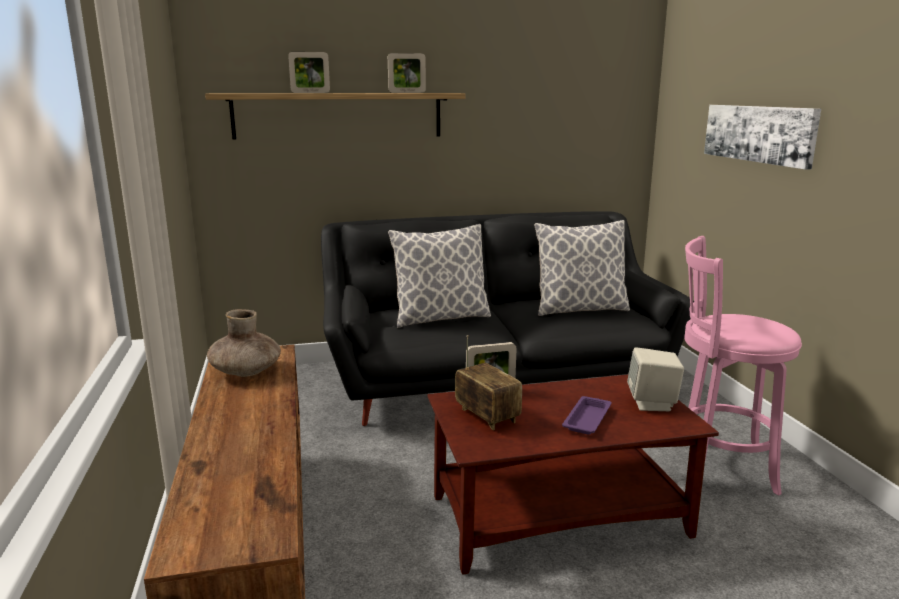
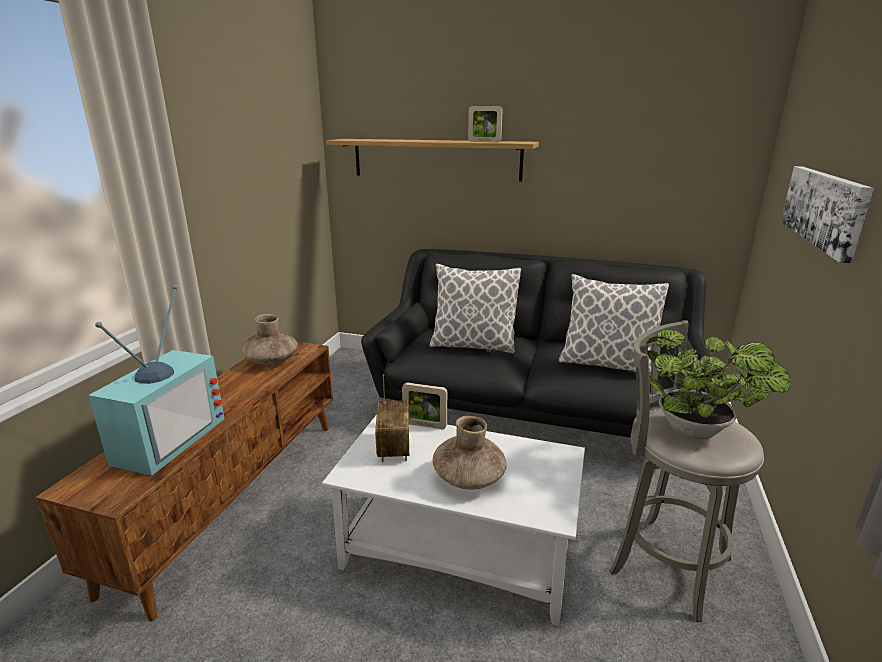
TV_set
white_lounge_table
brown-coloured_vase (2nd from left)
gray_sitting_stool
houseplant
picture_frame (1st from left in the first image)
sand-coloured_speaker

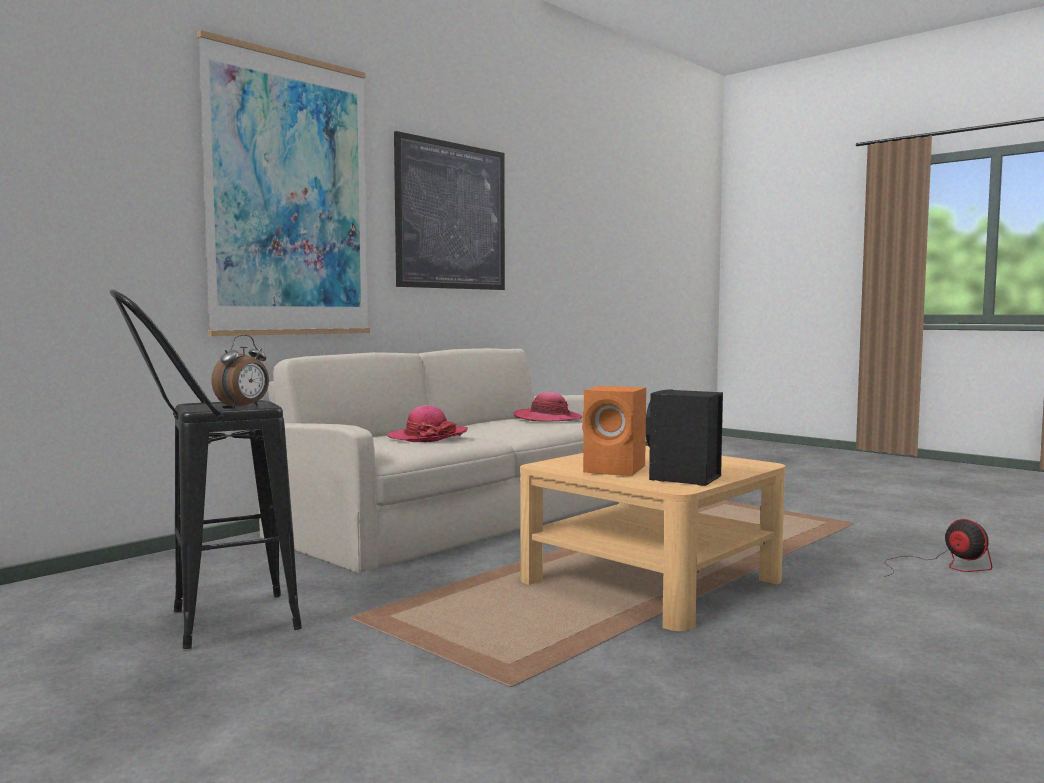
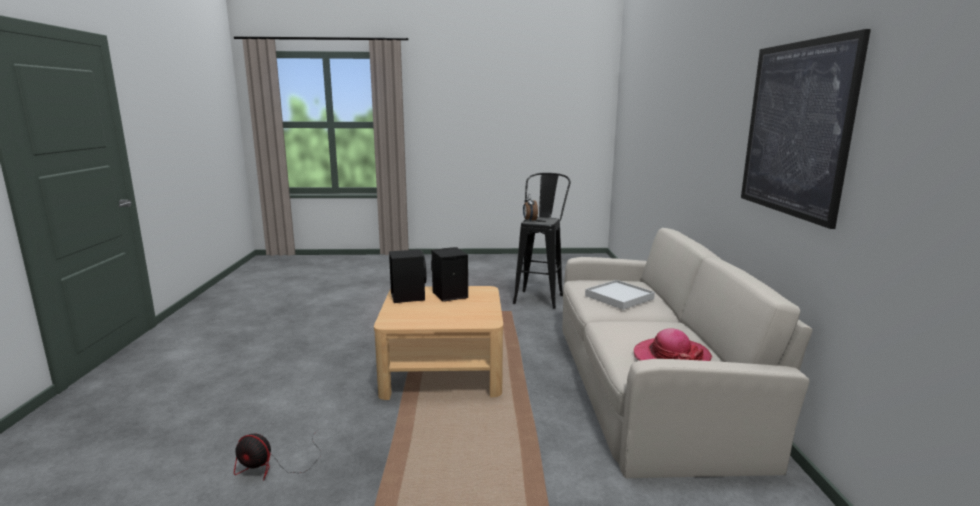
blackish_speaker (2nd from left)
white_tray
wall_art (1st from left in the first image)

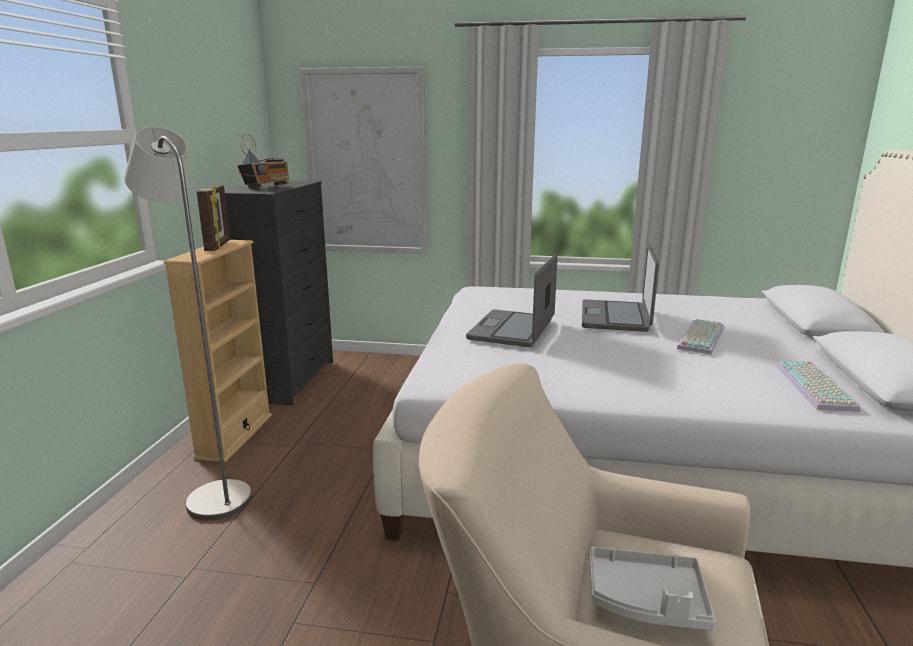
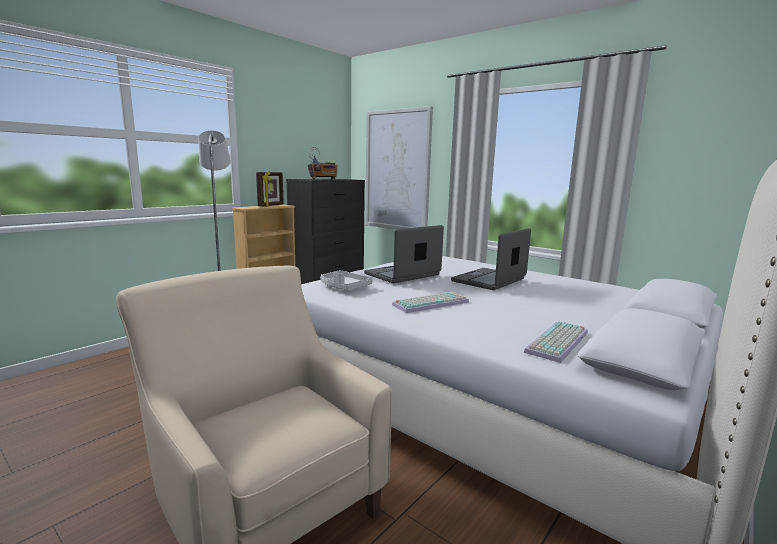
gray_tray
keyboard (1st from left)

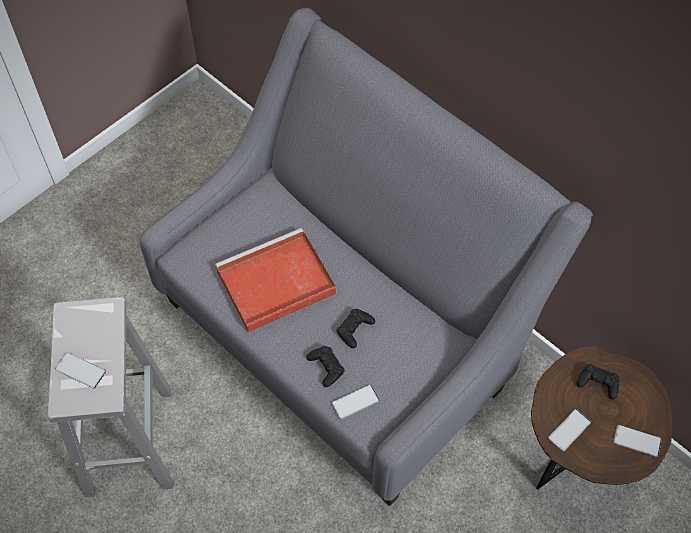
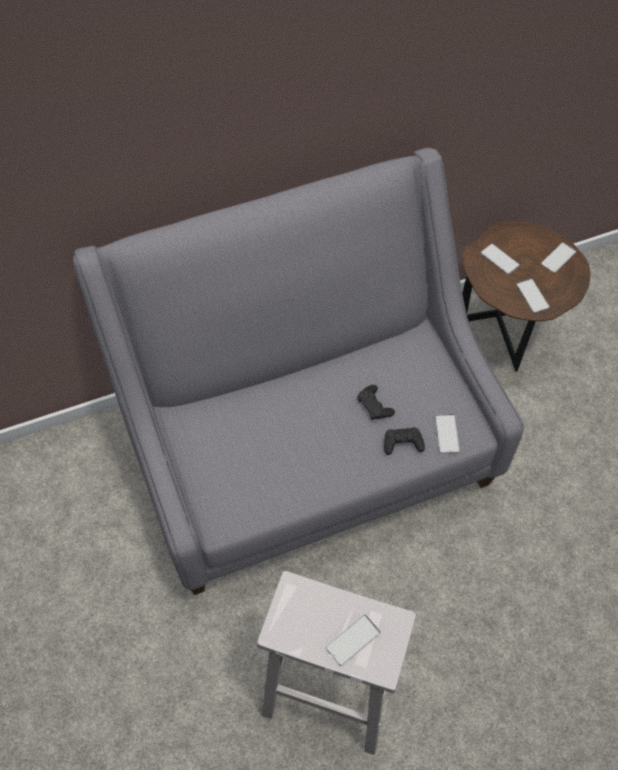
telephone (3rd from left)
red_tray

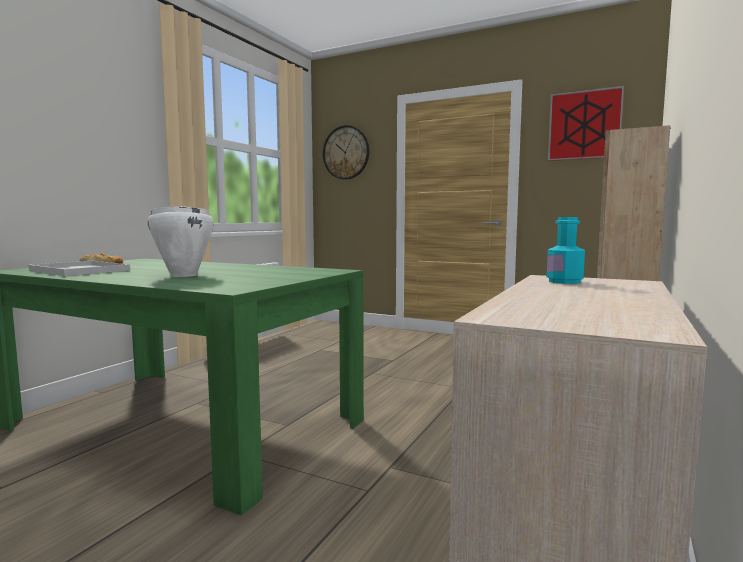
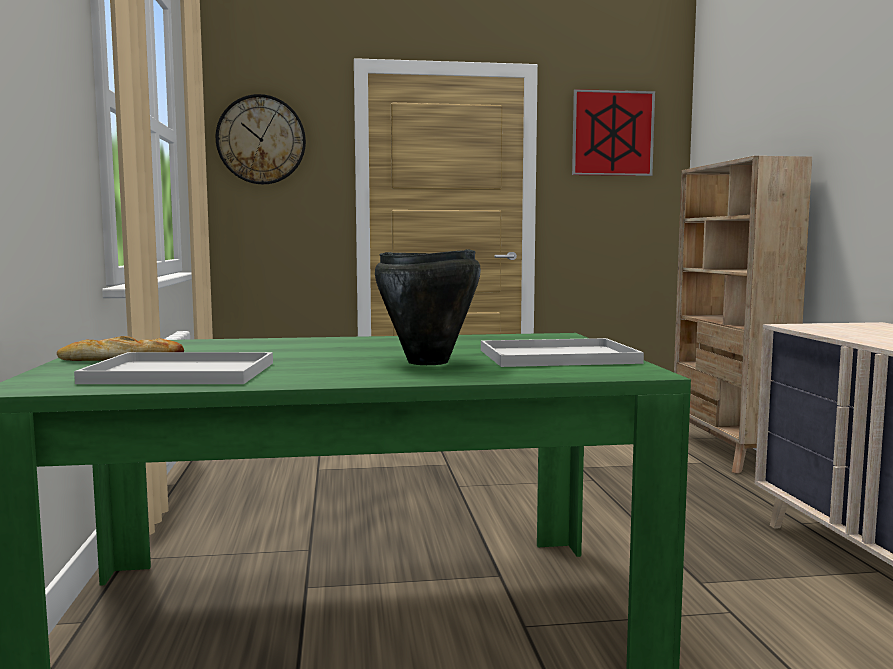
blackish_cooking_pot
white_tray (2nd from left)
blue-green_drink_bottle

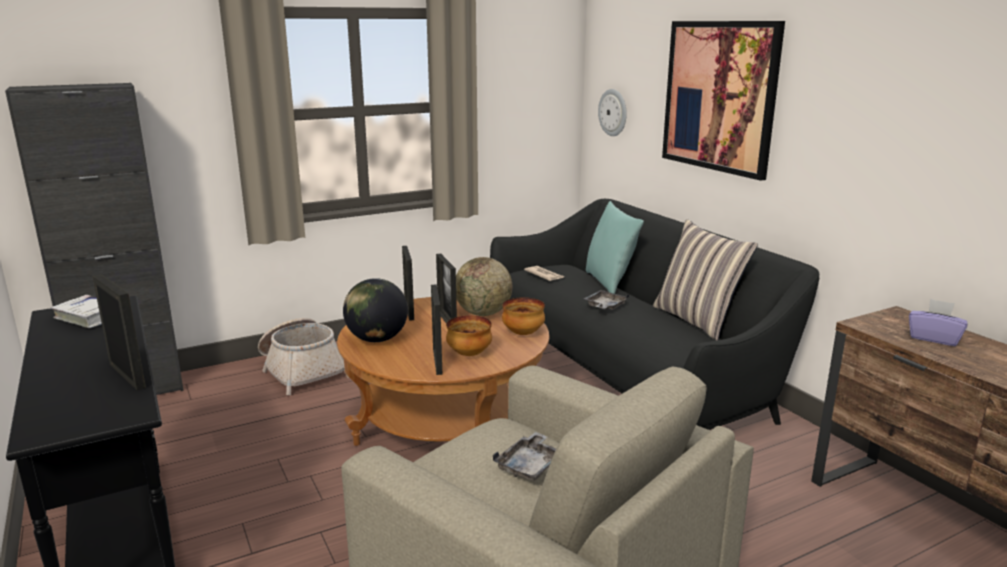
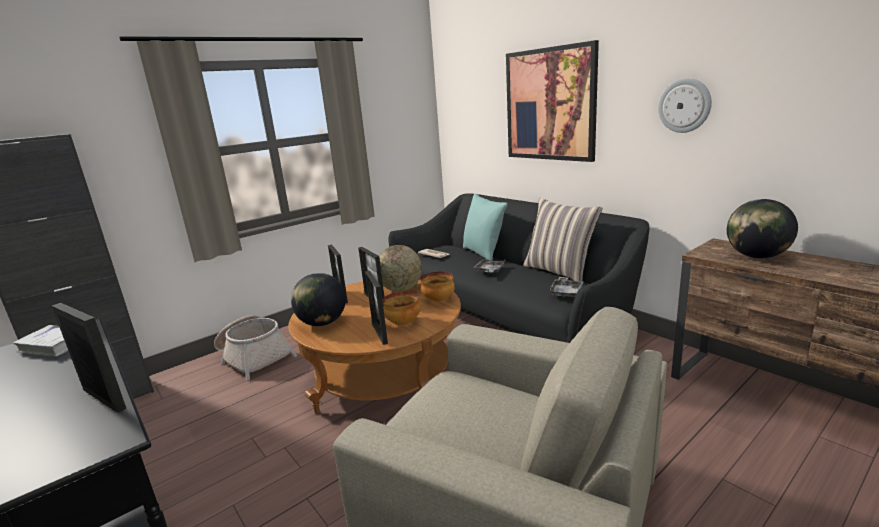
gray_tray (2nd from left)
clock_on_the_wall
desk_globe (3rd from left)

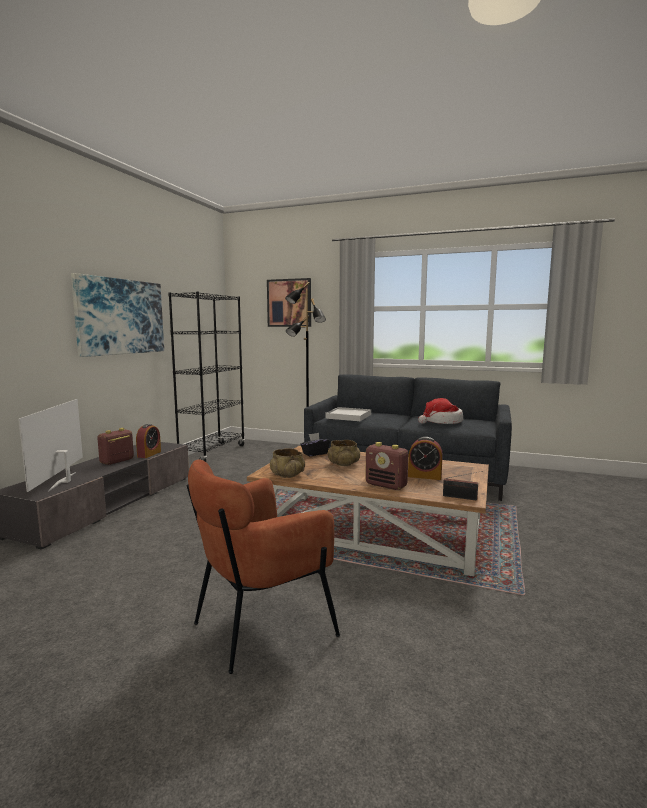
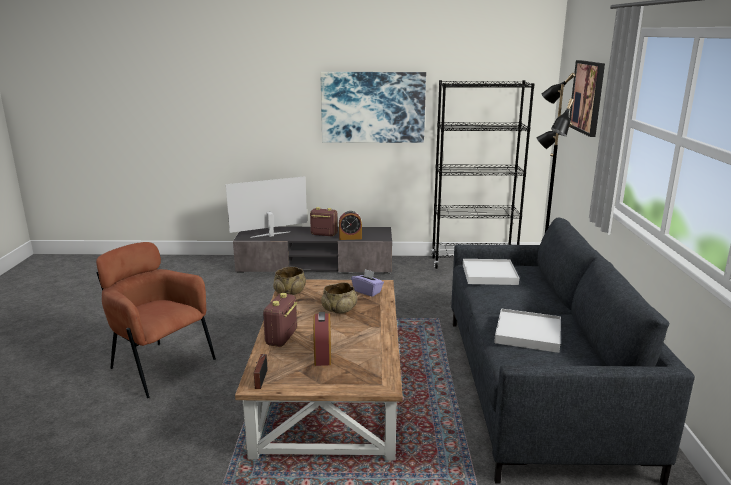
purple_tissue_holder
white_tray (2nd from left)

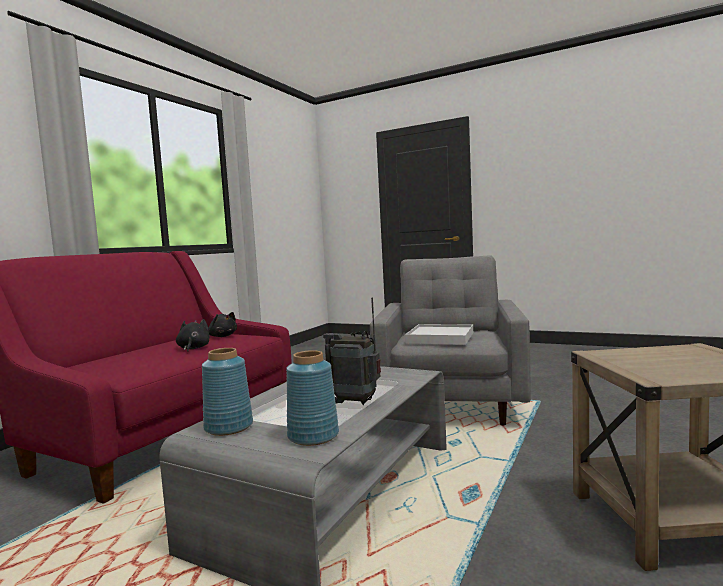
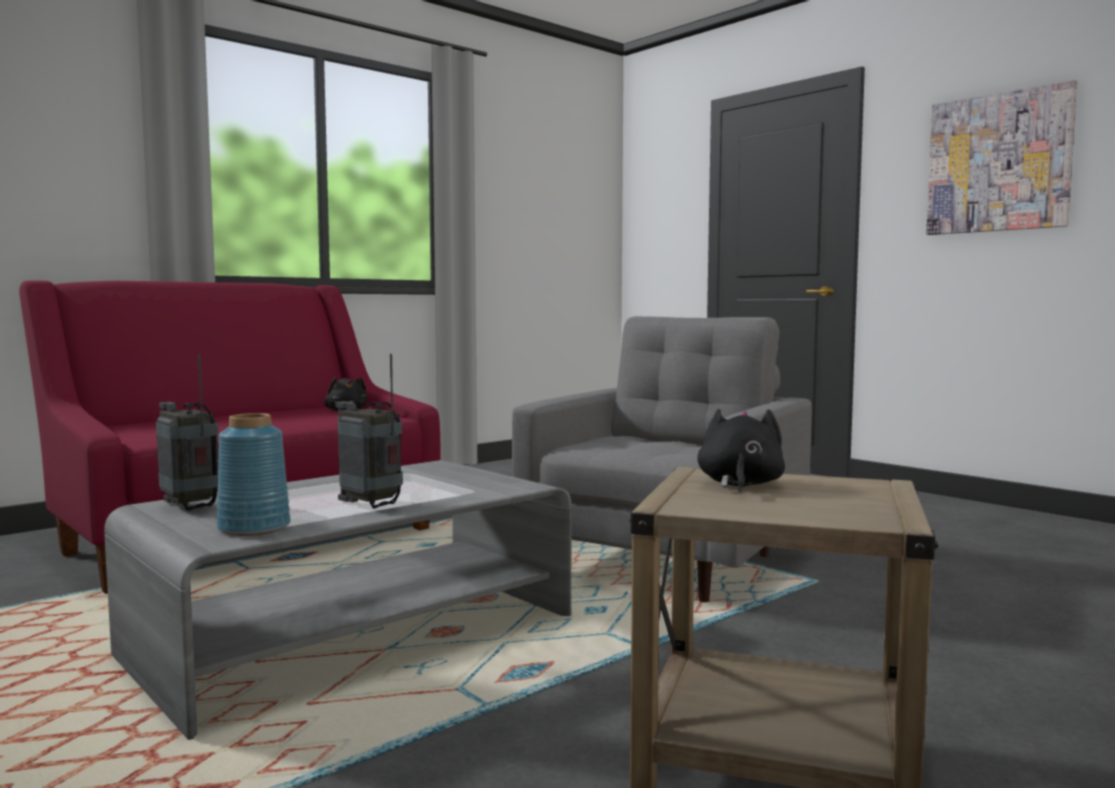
radio_receiver (1st from left)
blackish_plush_toy (2nd from left)
wall_art
white_tray

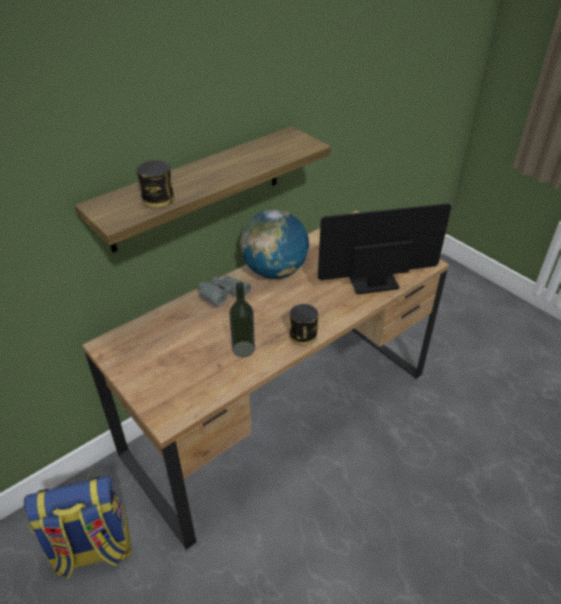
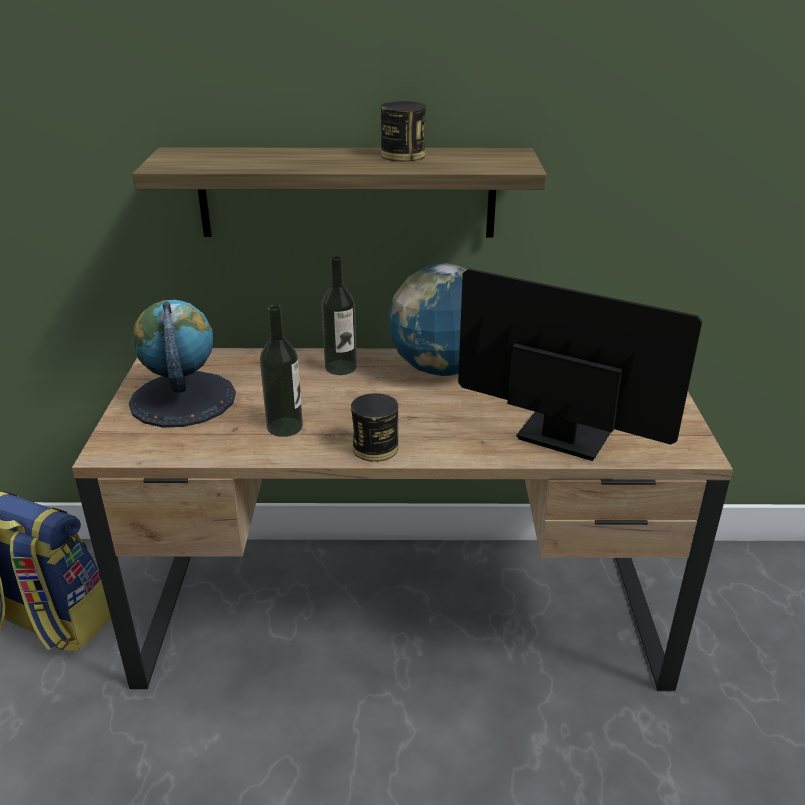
desk_globe (1st from left)
drink_bottle (2nd from left)
metal_can (2nd from left)

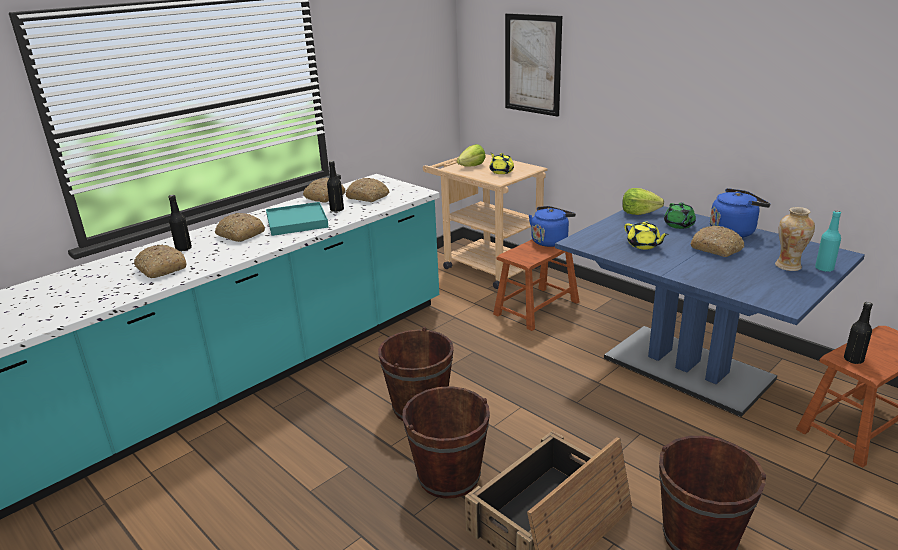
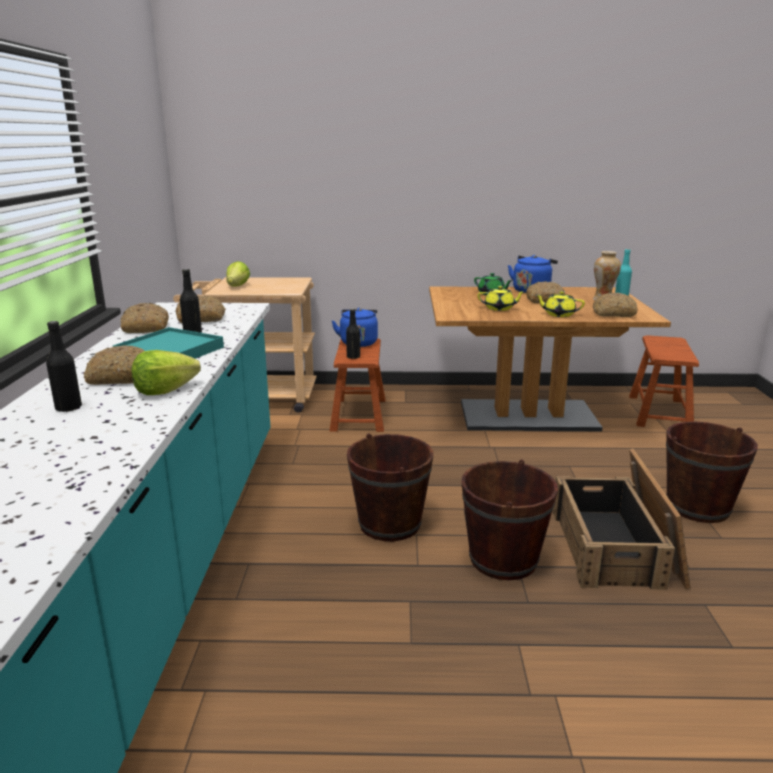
head_of_lettuce (1st from left)
blackish_drink_bottle (3rd from left)
brown-coloured_dining_table
yellow_pot_for_tea (2nd from left)
baked_bread (5th from left)
wall_art

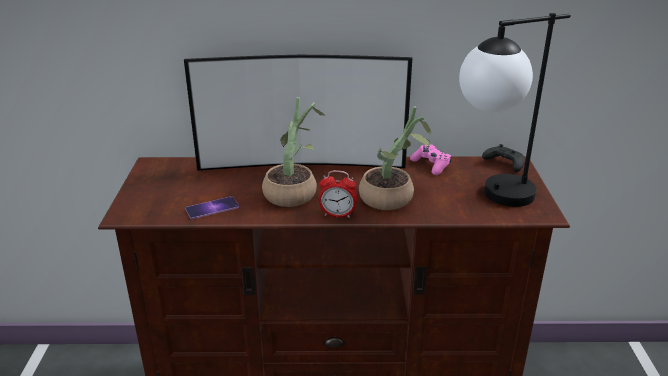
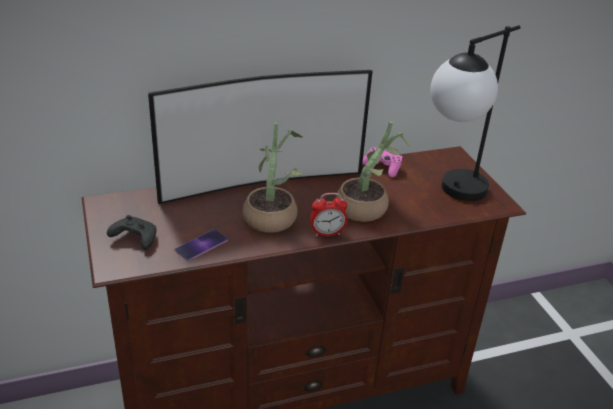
blackish_gamepad

